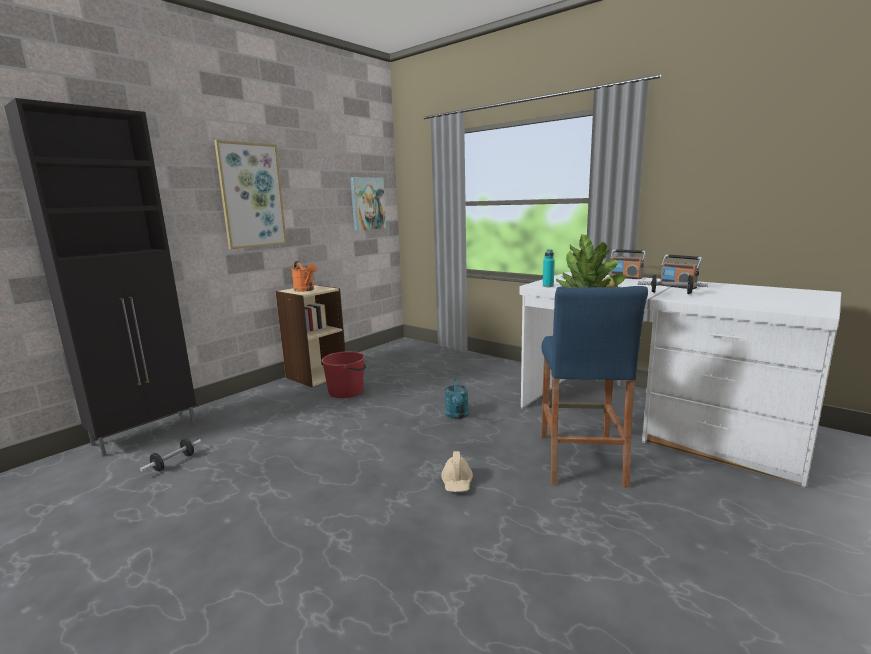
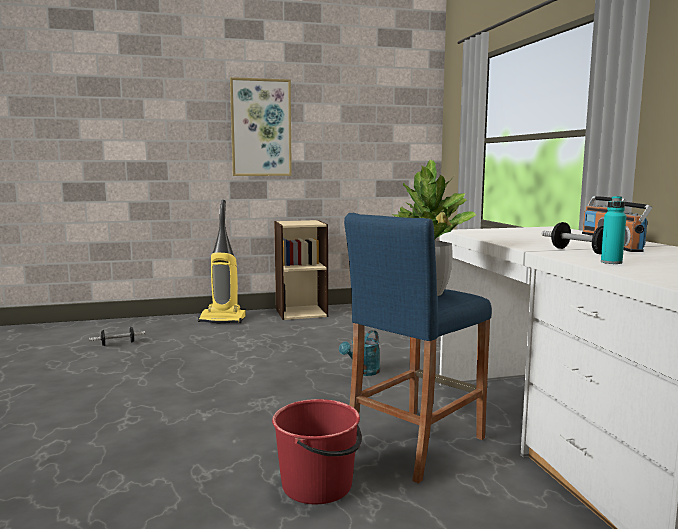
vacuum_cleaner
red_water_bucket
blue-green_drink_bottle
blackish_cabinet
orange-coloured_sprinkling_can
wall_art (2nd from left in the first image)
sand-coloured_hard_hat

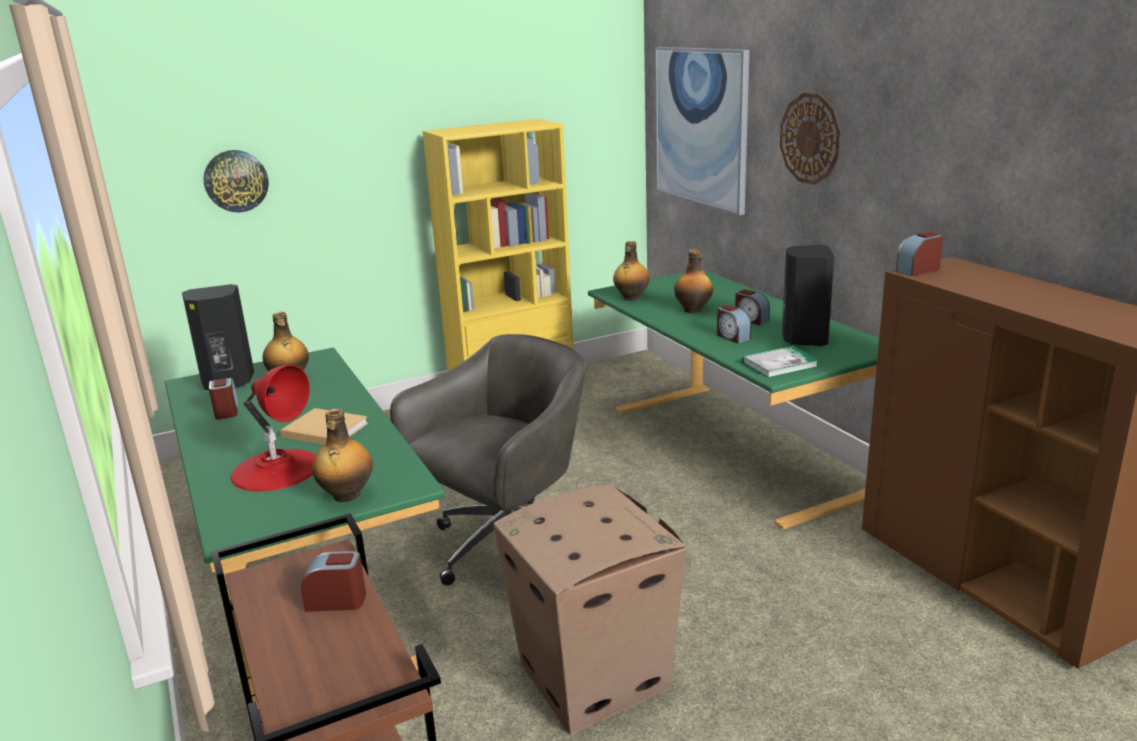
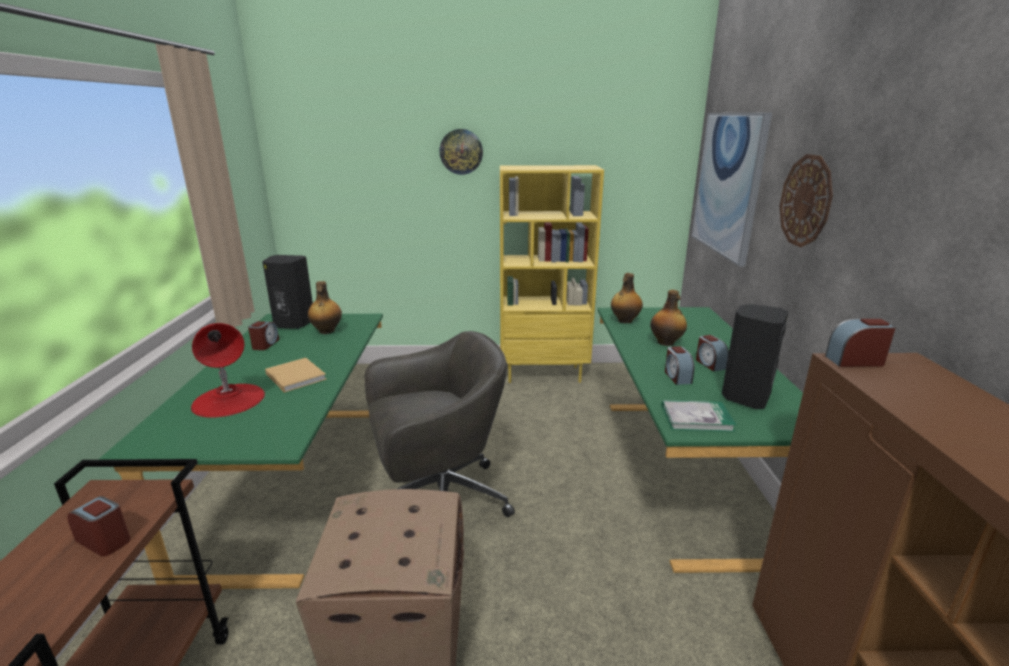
clock_on_the_wall (1st from left)
drink_bottle (2nd from left in the first image)

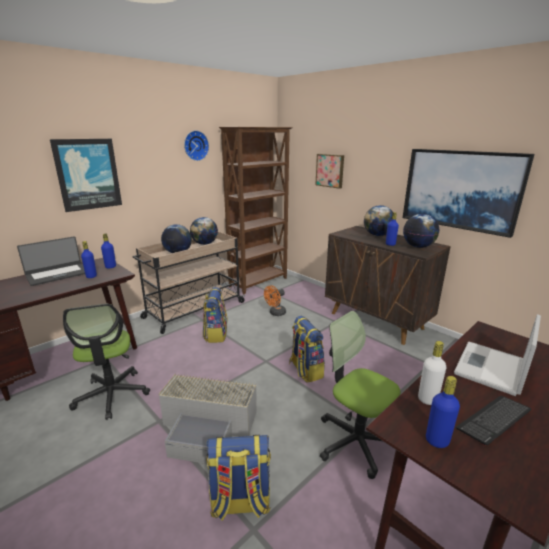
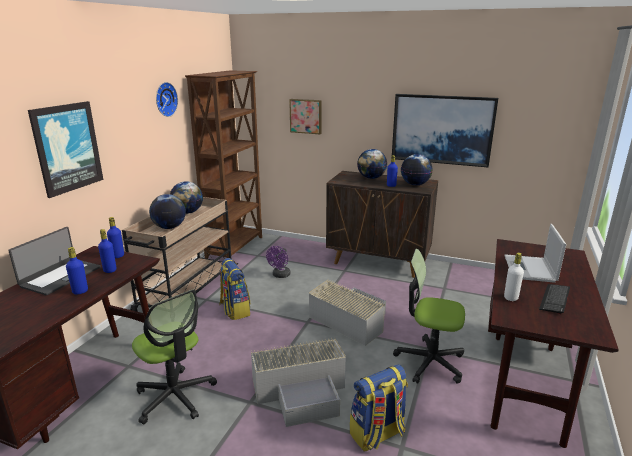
bluish_drink_bottle (1st from left)
purple_cooling_fan
gray_storage_bin (2nd from left)

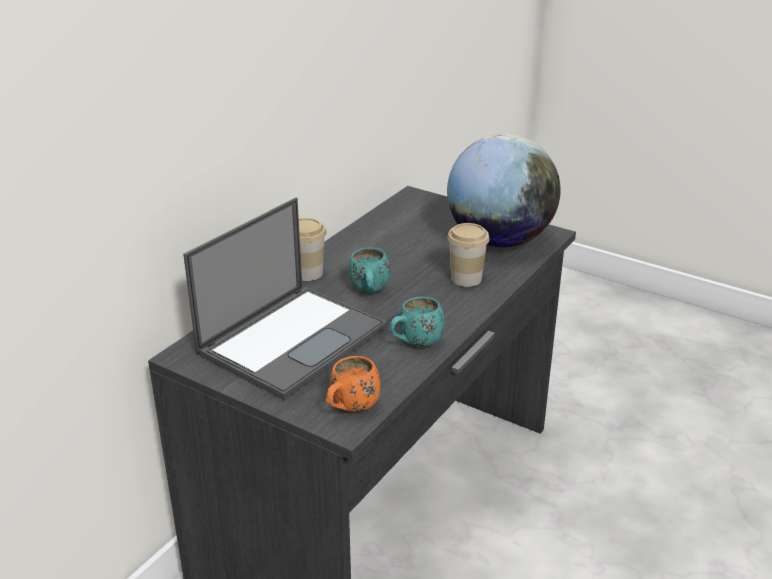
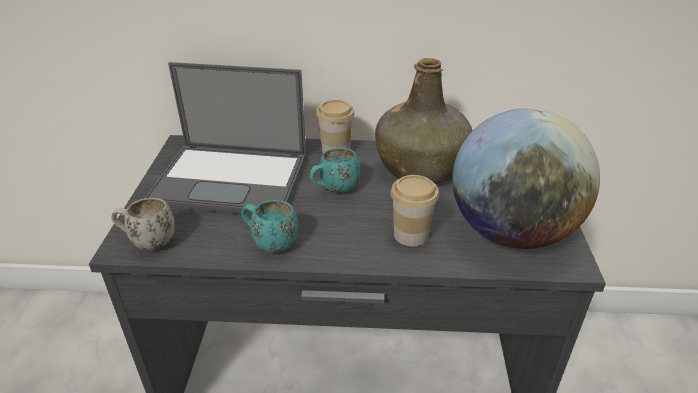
white_coffee_mug
greenish_drink_bottle

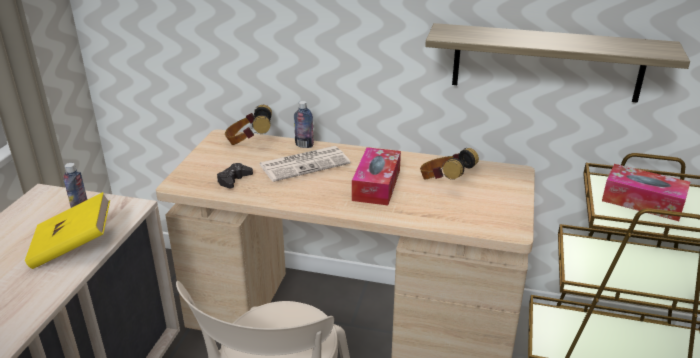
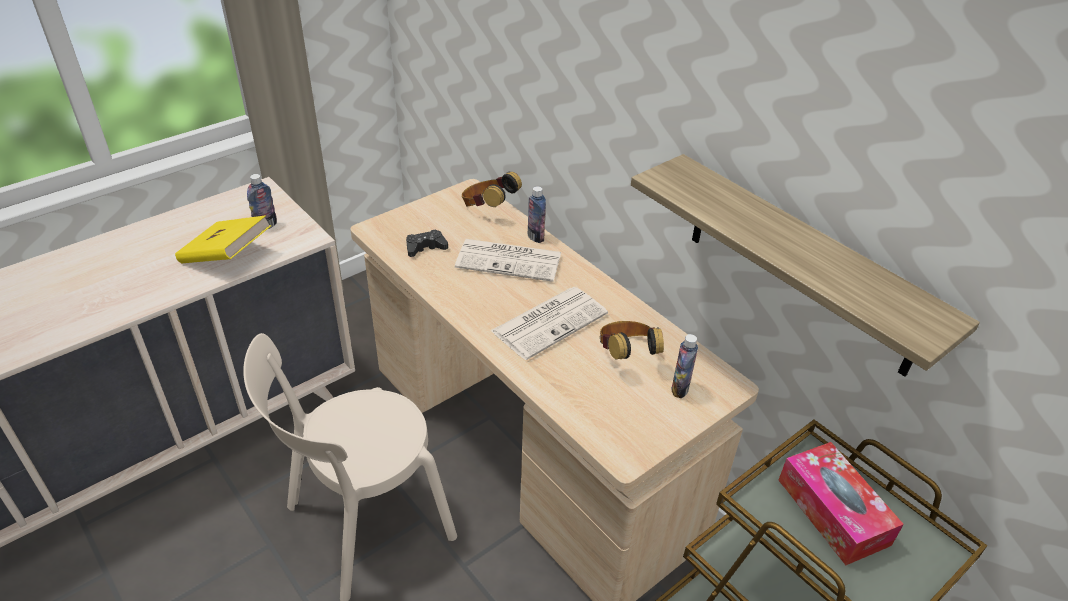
daily_paper (2nd from left)
drink_bottle (3rd from left)

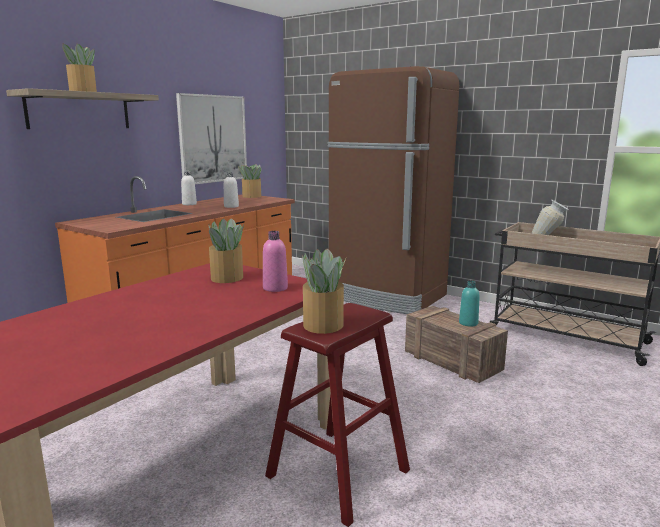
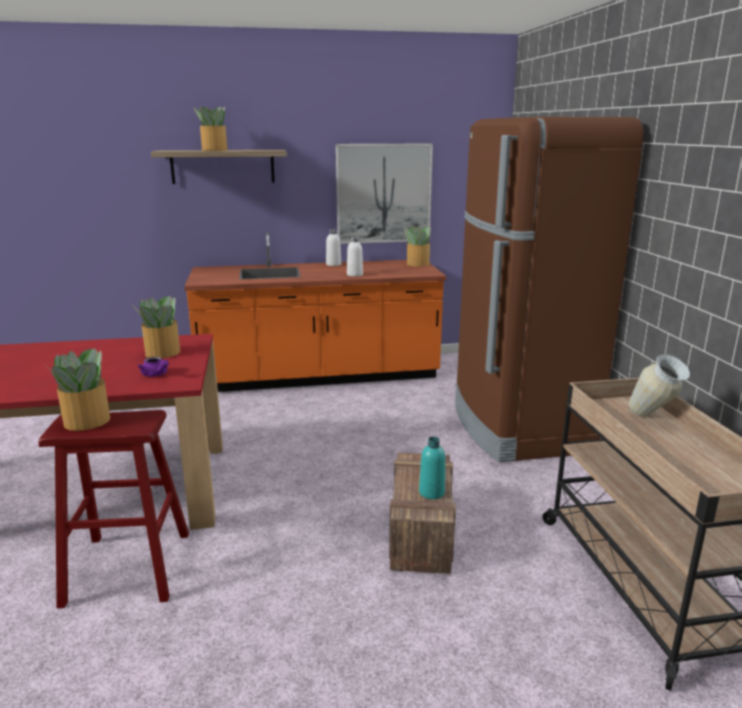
purple_pot_for_tea

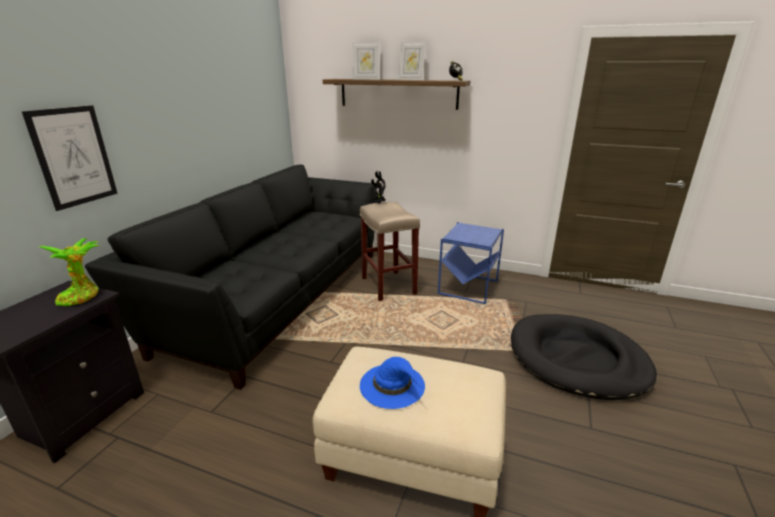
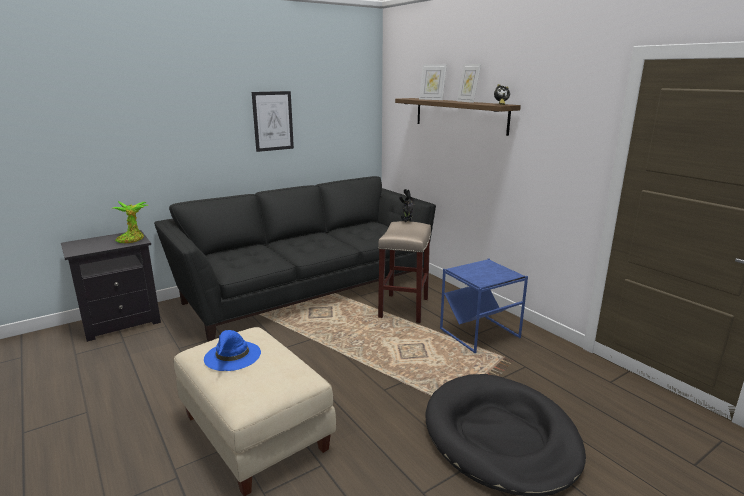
wall_art

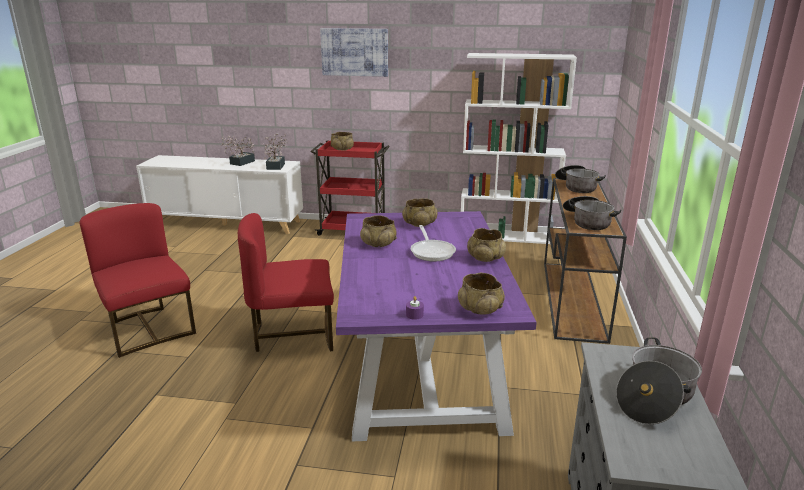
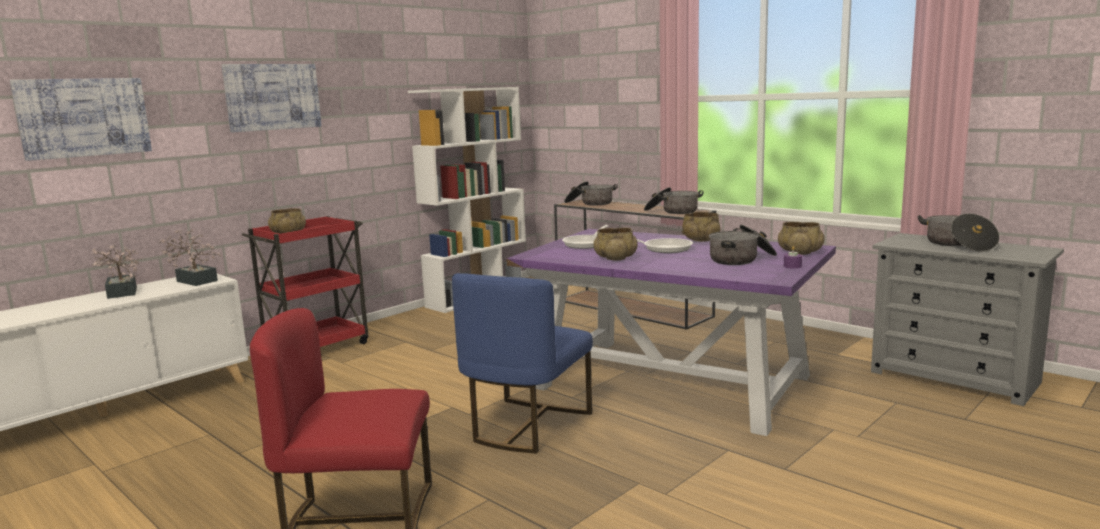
wall_art (1st from left)
bluish_upright_chair
skillet (1st from left)
cooking_pot (3rd from left)

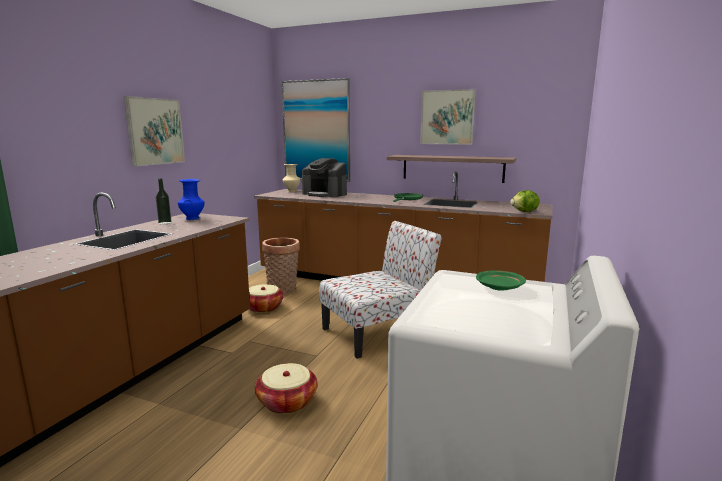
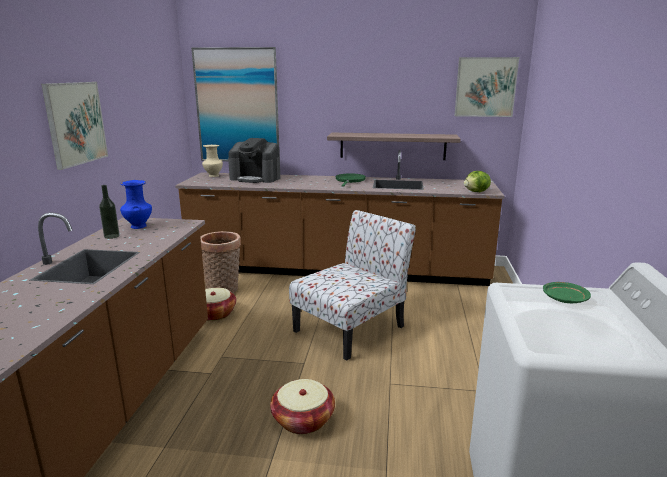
wall_art (3rd from left)

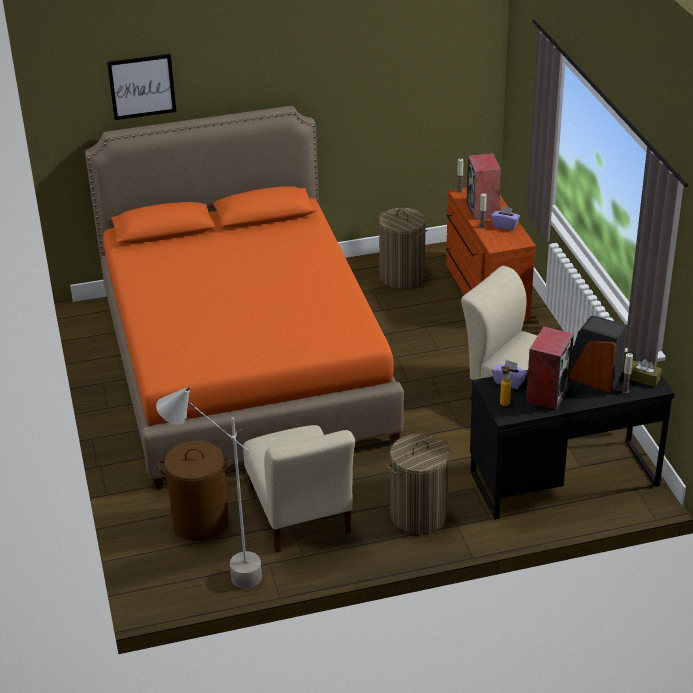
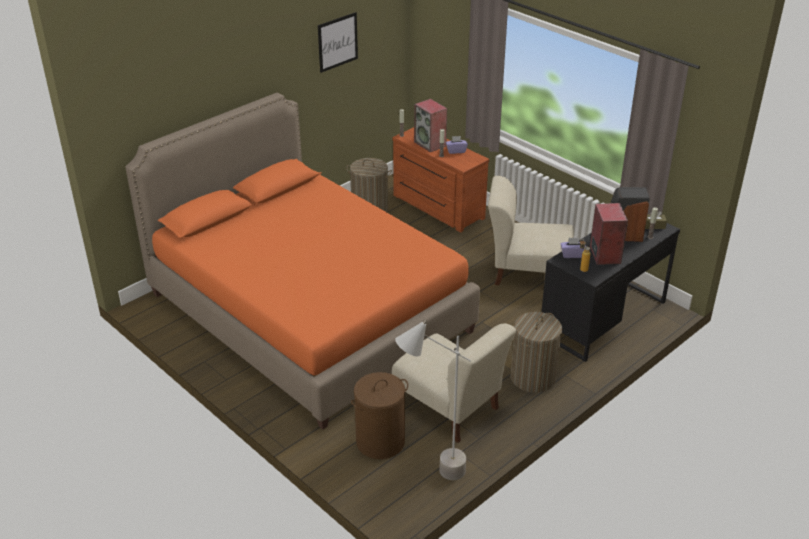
wall_art

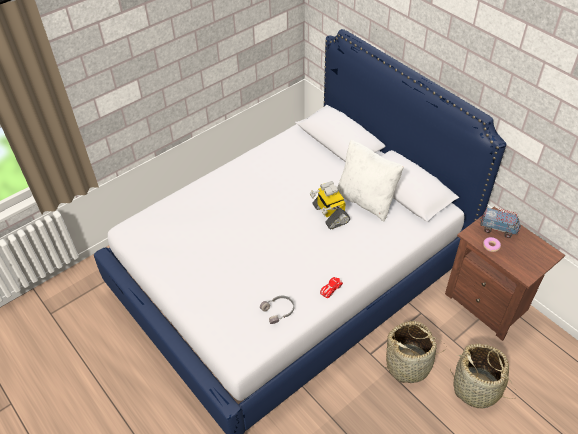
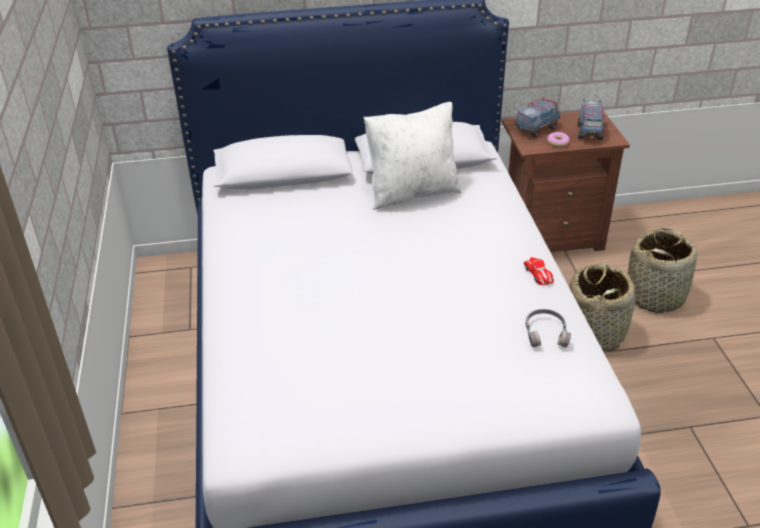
toy_lorry (2nd from left)
model_robot

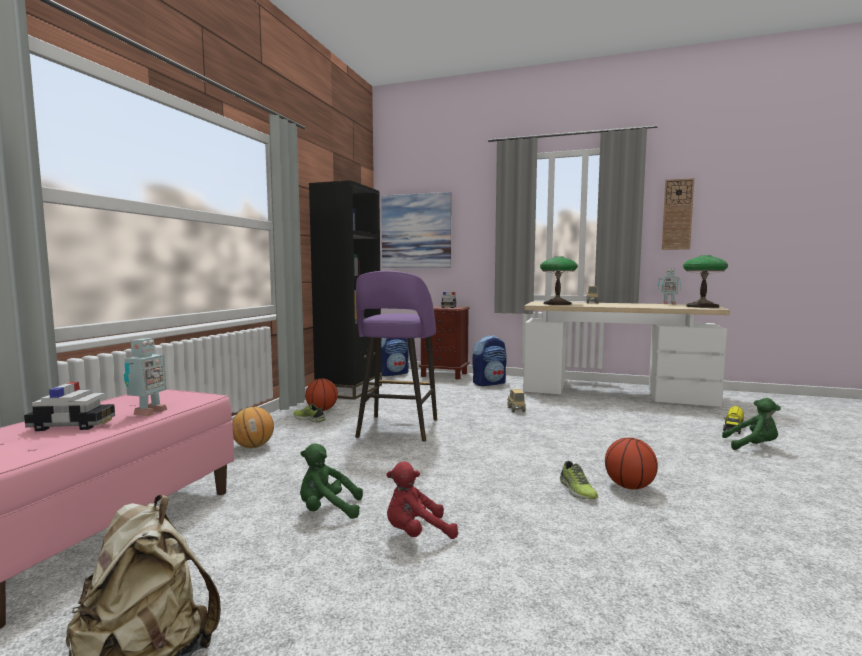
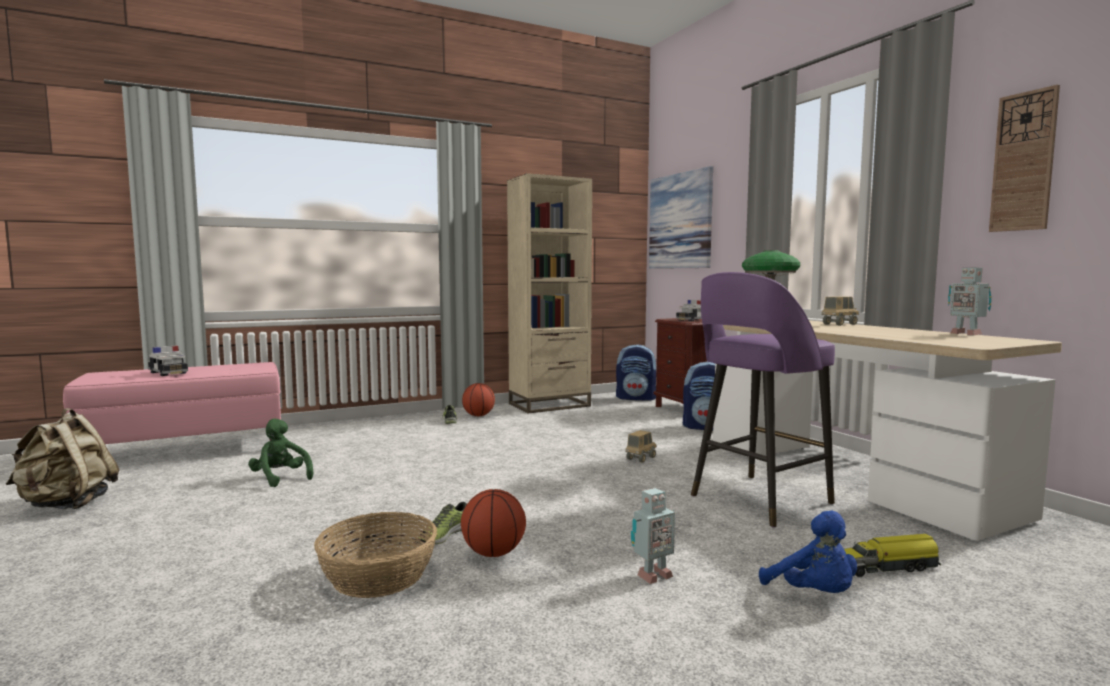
household_basket
sand-coloured_bookcase
model_robot (1st from left)
purple_sitting_stool
bluish_plush_toy
basketball_ball (1st from left in the first image)
red_plush_toy
table_lamp (2nd from left in the first image)

